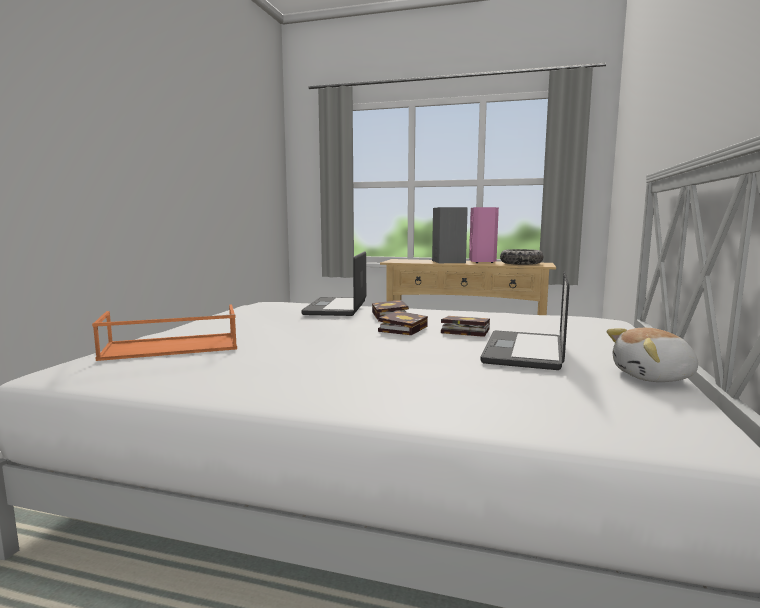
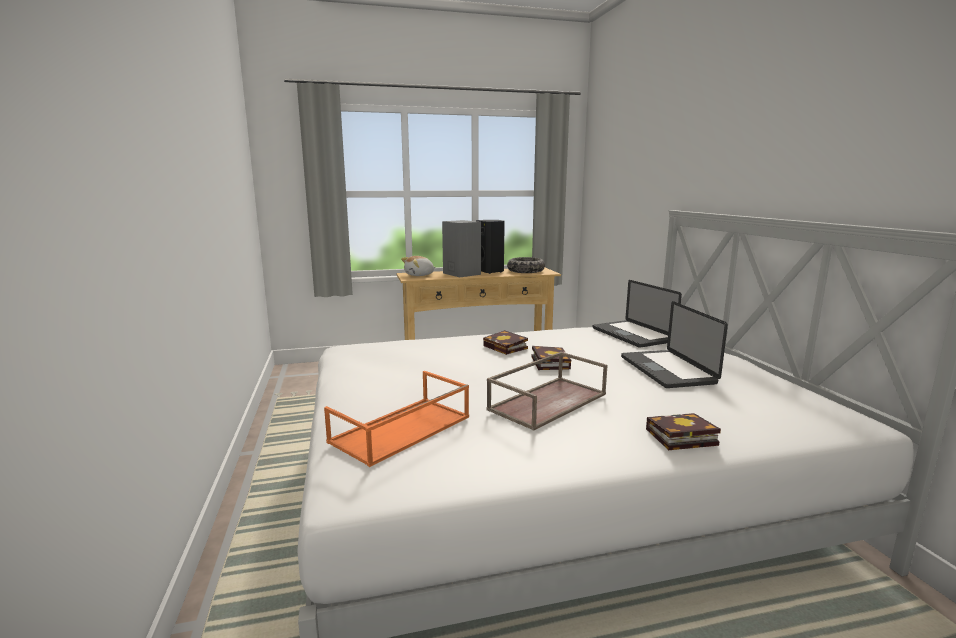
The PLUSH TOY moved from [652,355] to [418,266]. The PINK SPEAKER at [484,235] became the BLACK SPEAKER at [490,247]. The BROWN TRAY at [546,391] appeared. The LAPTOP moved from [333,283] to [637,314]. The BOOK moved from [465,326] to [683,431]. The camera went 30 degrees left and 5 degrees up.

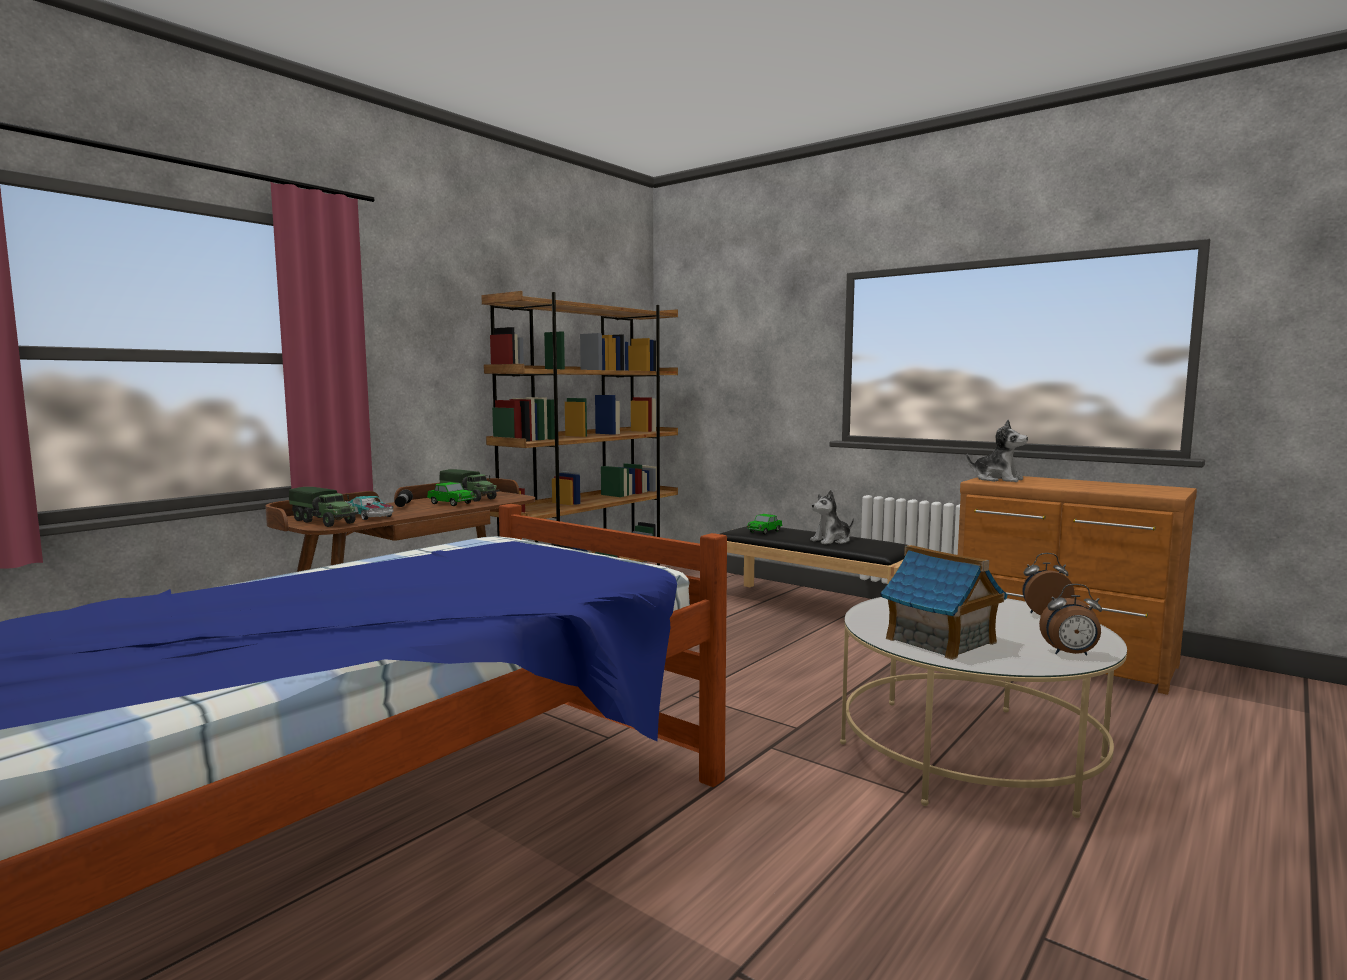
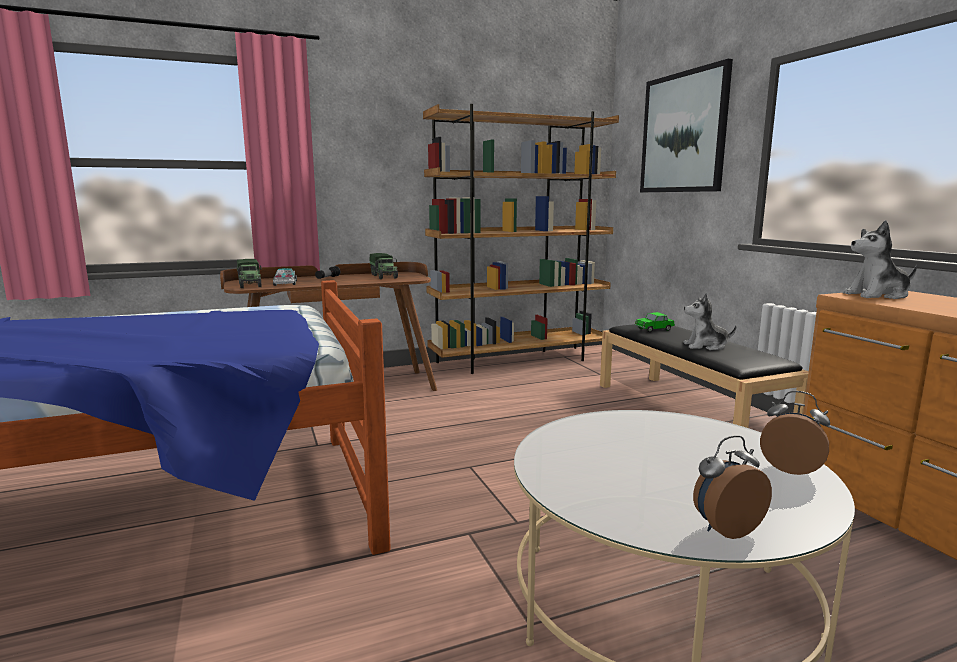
The PICTURE at [686,125] appeared. The ALARM CLOCK at [1070,620] turned 120 degrees clockwise. The PLUSH TOY at [997,450] turned 105 degrees clockwise. The TOY CAR at [451,494] disappeared. The TOY HOUSE at [944,602] disappeared. The camera went 30 degrees right and 5 degrees up.

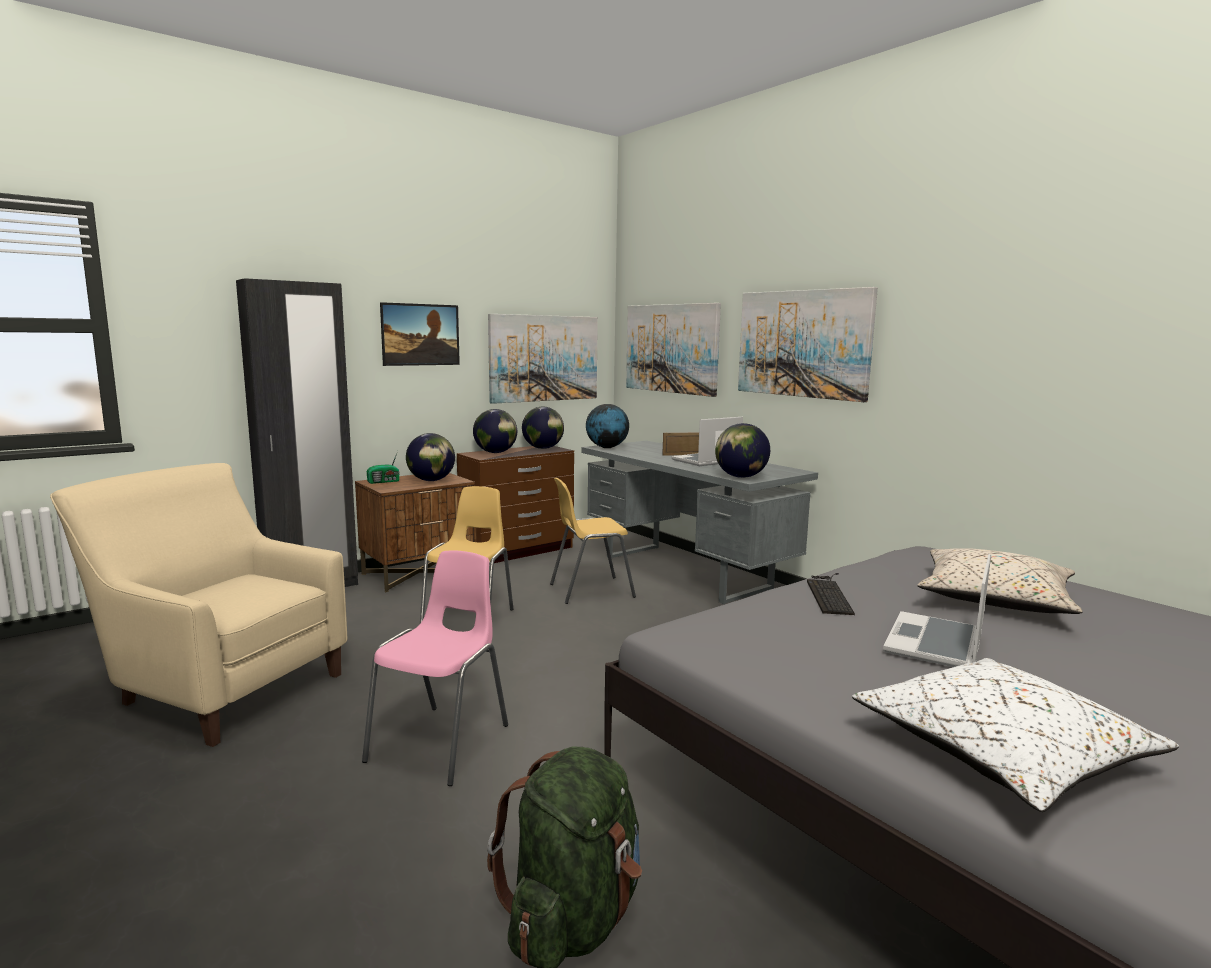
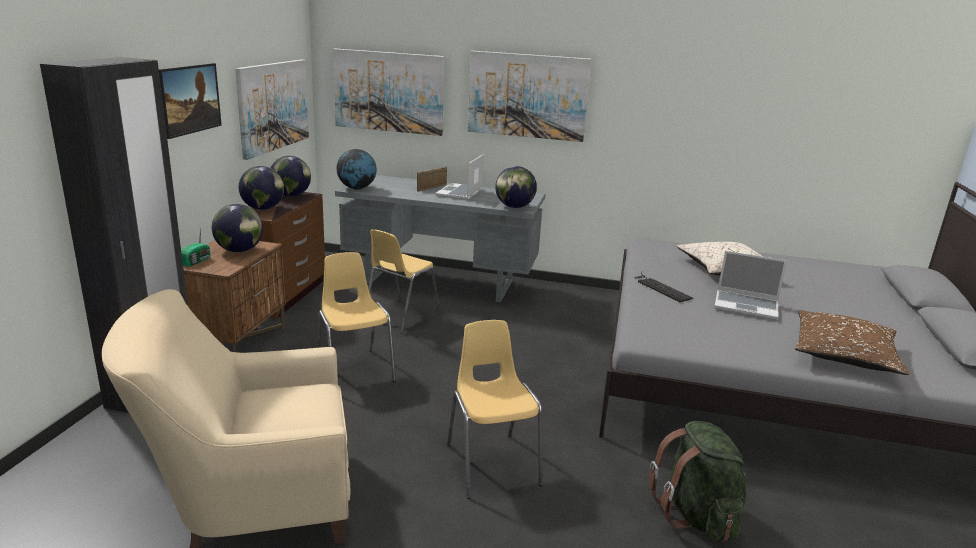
The PINK CHAIR at [435,668] became the YELLOW CHAIR at [495,409]. The LAPTOP at [937,610] turned 60 degrees counterclockwise. The WHITE PILLOW at [1015,735] became the BROWN PILLOW at [852,342]. The camera went 40 degrees left and 10 degrees up.

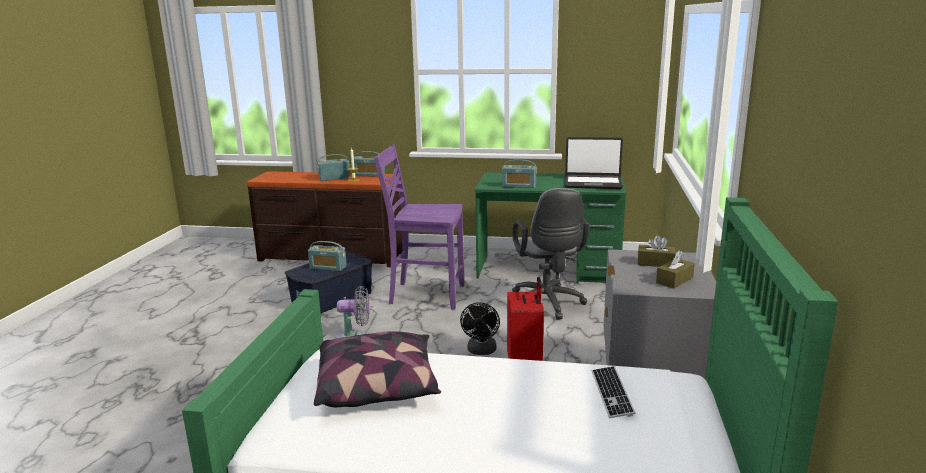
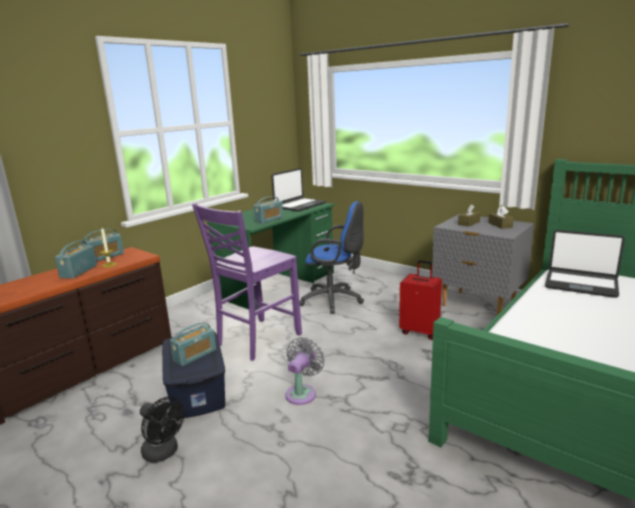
The BLACK FAN moved from [480,328] to [162,430]. The GREY OFFICE CHAIR at [550,254] became the BLUE OFFICE CHAIR at [332,257]. The KEYBOARD at [614,392] was replaced by the LAPTOP at [585,264]. The PILLOW at [377,369] disappeared. The camera went 60 degrees left and 0 degrees up.

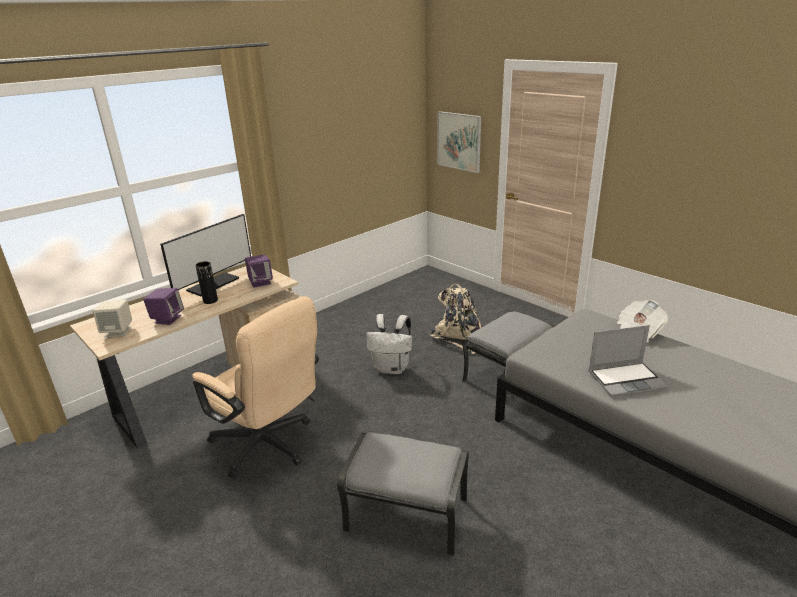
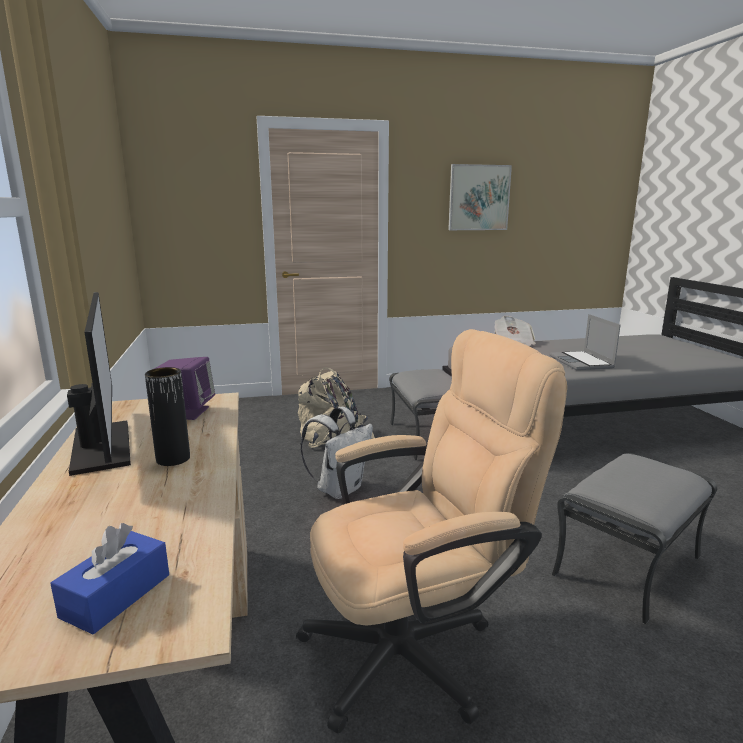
The BEIGE SPEAKER at [112,318] was replaced by the BLUE TISSUE BOX at [109,579]. The PICTURE moved from [459,142] to [480,197]. The LAPTOP at [628,361] turned 150 degrees clockwise. The PURPLE SPEAKER at [163,306] disappeared. The camera went 60 degrees left and 10 degrees down.

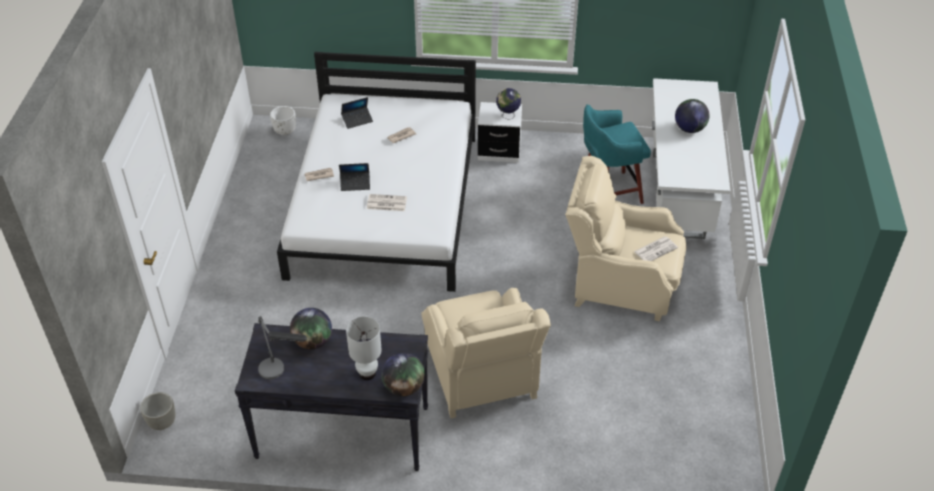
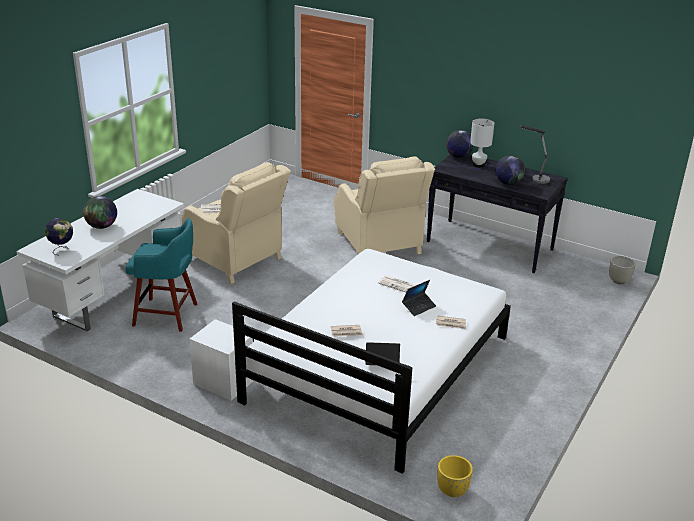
The GLOBE moved from [508,104] to [59,236]. The BEIGE ARMCHAIR at [486,353] turned 150 degrees clockwise. The LAPTOP at [354,177] turned 120 degrees clockwise. The WHITE PLANTER at [283,121] became the YELLOW PLANTER at [455,476]. The camera went 155 degrees left and 15 degrees down.

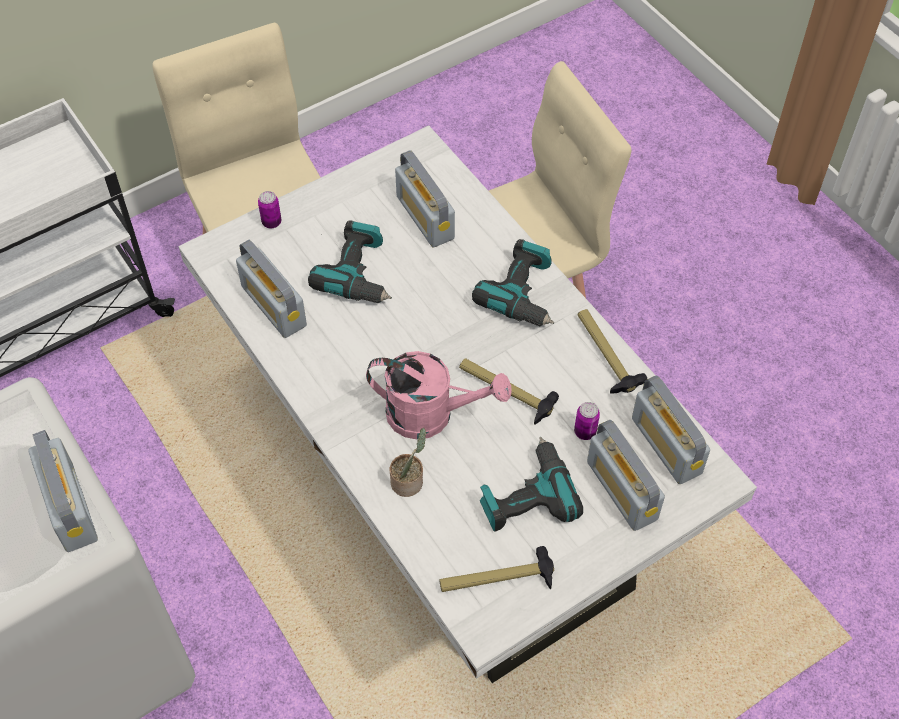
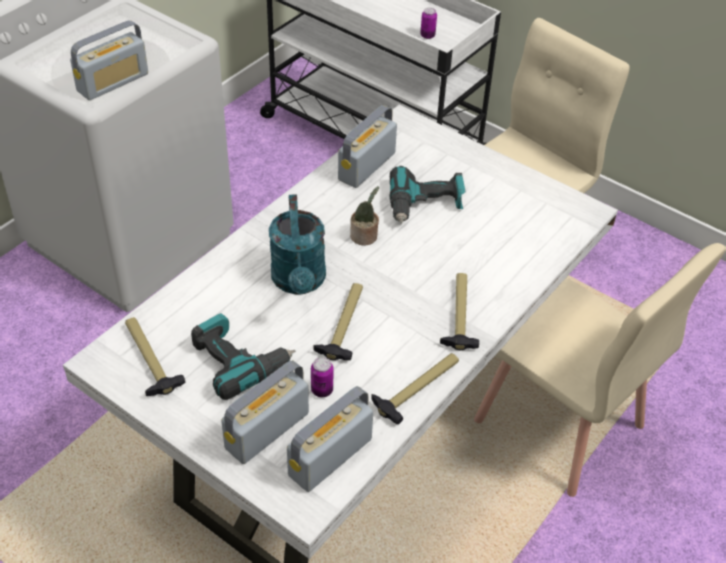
The PINK WATERING CAN at [438,395] became the TURQUOISE WATERING CAN at [297,244]. The POTTED PLANT moved from [408,462] to [364,216]. The CAN moved from [270,209] to [428,23]. The POWER DRILL at [513,283] was replaced by the HAMMER at [459,311]. The RADIO at [425,199] disappeared. The camera went 70 degrees right and 10 degrees down.

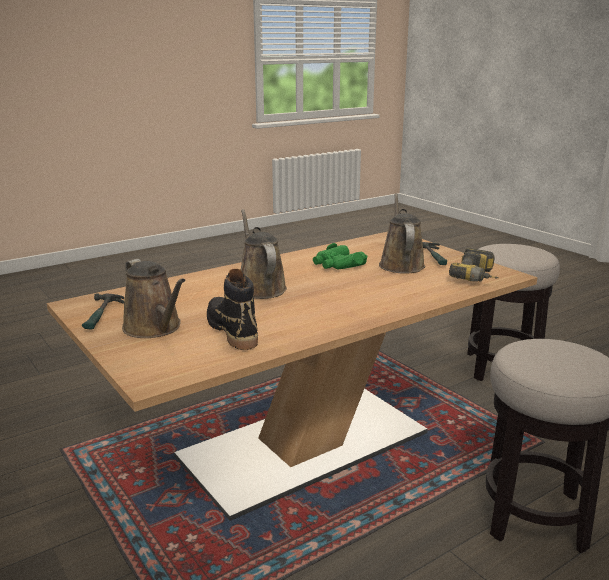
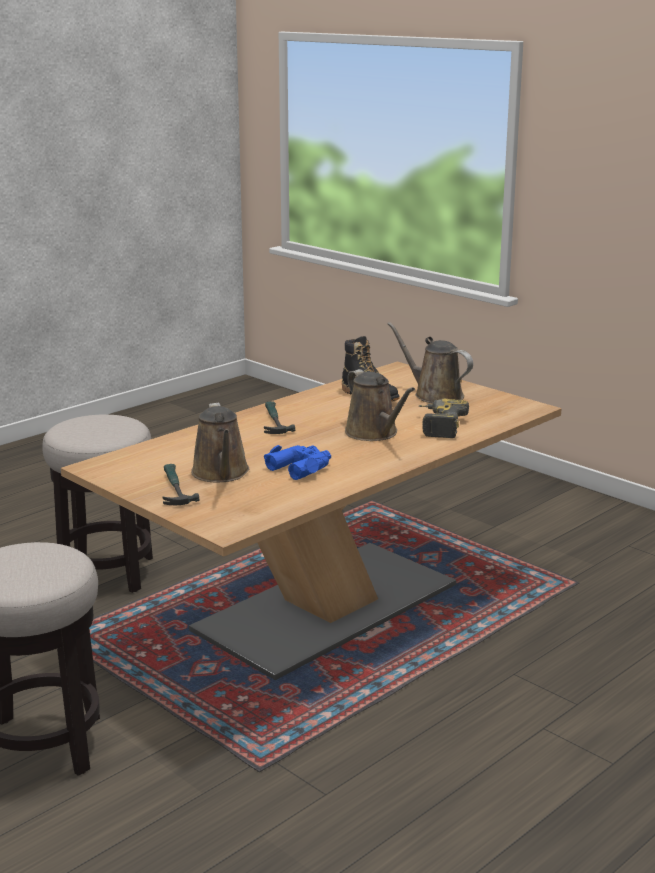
The HAMMER moved from [103,311] to [279,417]. The GREEN BINOCULARS at [340,256] became the BLUE BINOCULARS at [297,462]. The POWER DRILL moved from [473,265] to [444,418]. The camera went 170 degrees right and 0 degrees up.

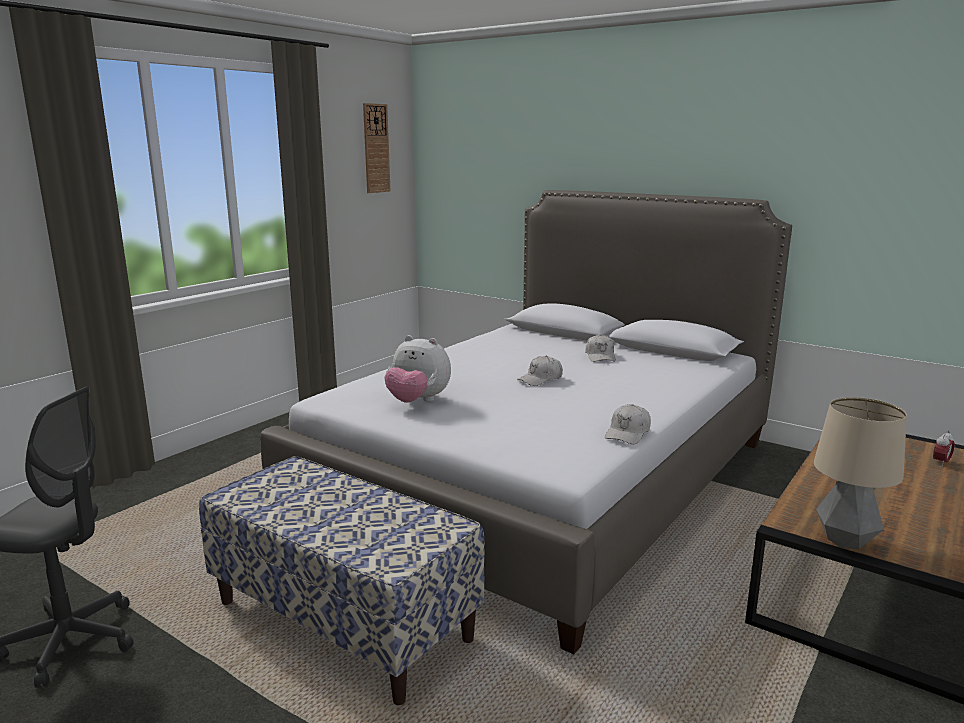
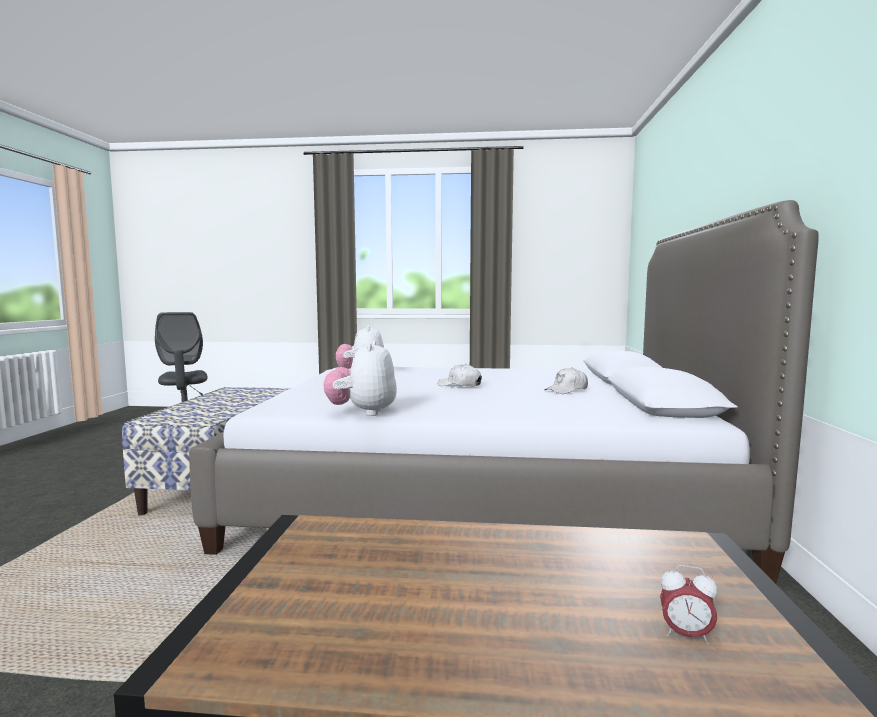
The WHITE CAP at [628,424] was replaced by the PLUSH TOY at [360,378]. The WALL CLOCK at [376,148] disappeared. The TABLE LAMP at [860,473] disappeared. The camera went 60 degrees right and 10 degrees down.

